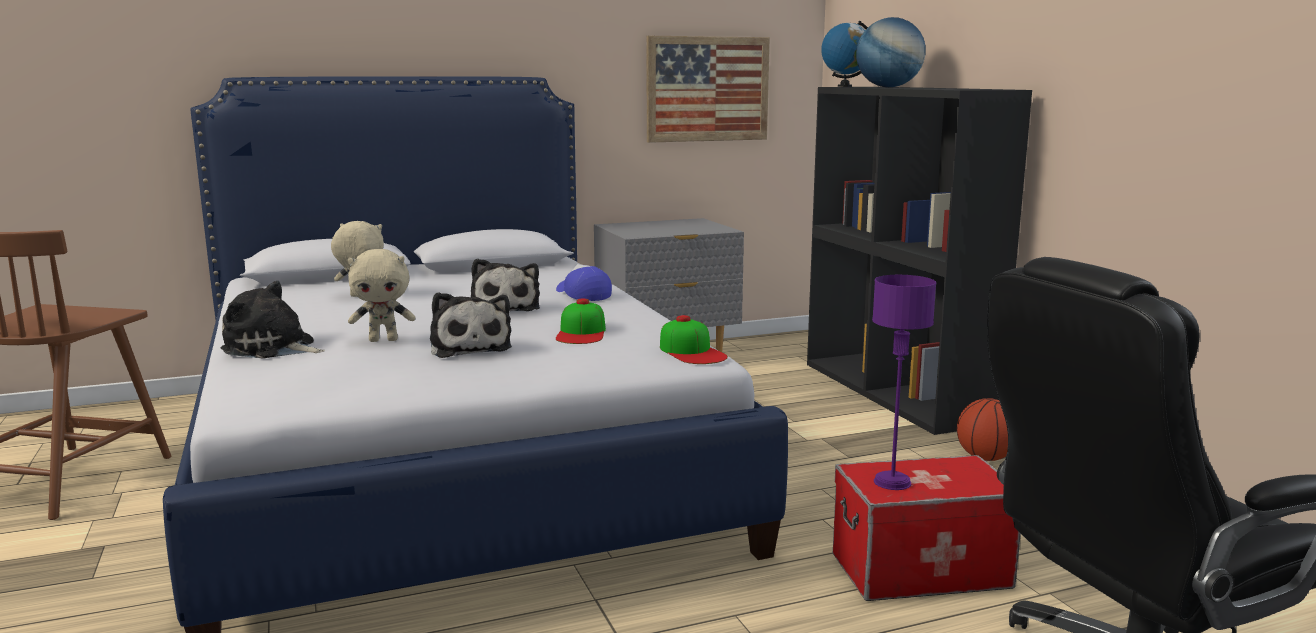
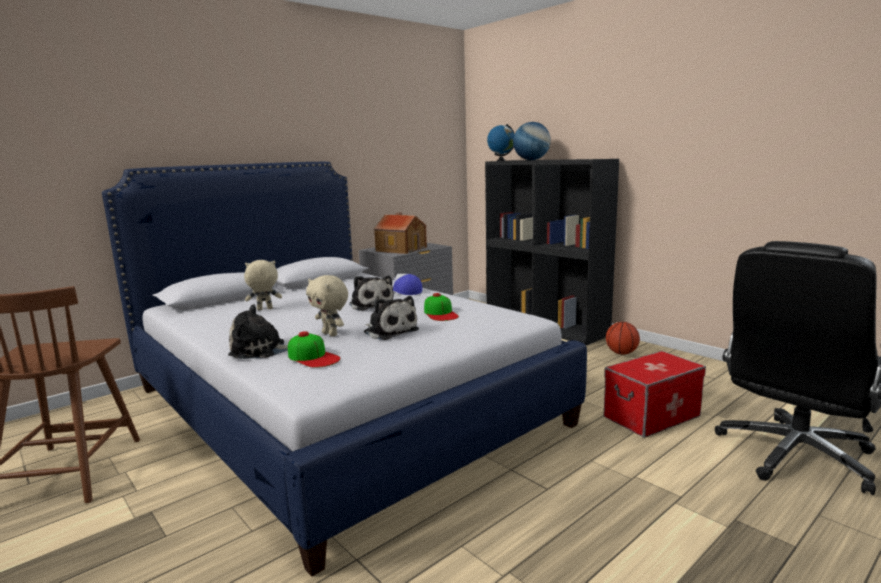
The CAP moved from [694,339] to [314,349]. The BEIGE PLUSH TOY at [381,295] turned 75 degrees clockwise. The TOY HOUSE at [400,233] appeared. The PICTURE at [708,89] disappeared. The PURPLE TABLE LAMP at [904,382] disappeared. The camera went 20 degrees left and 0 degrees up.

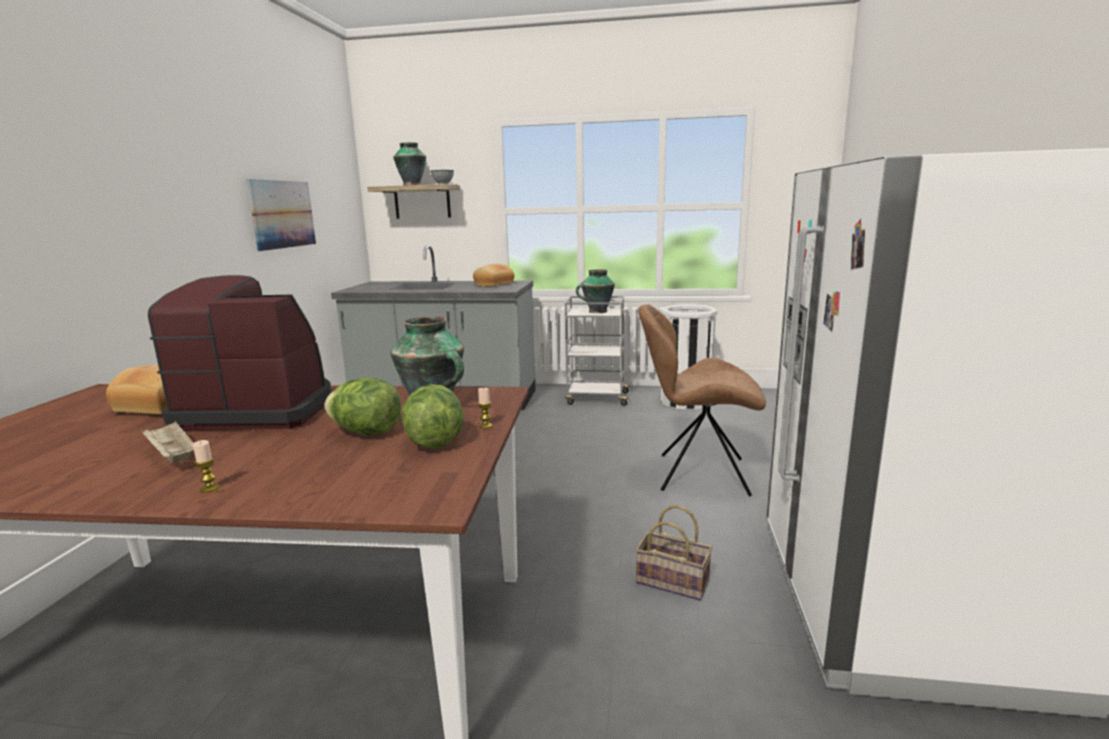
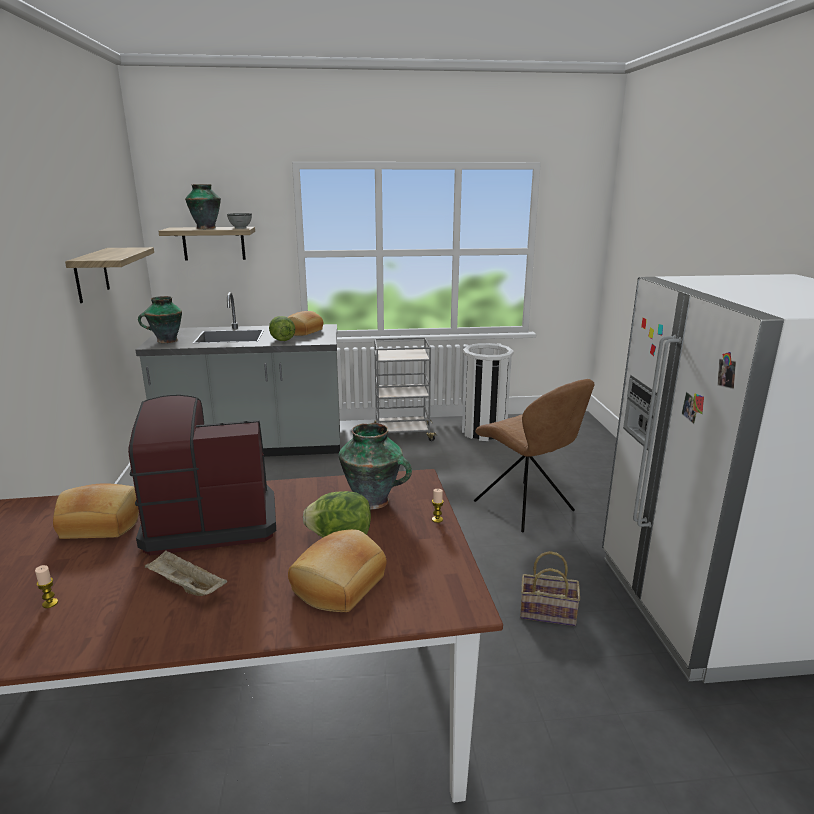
The CANDLE moved from [206,466] to [46,586]. The PICTURE at [281,215] was replaced by the SHELF at [109,275]. The VASE moved from [595,291] to [160,319]. The LETTUCE moved from [432,416] to [282,328]. The BREAD at [337,570] appeared. The BROWN CHAIR at [702,400] turned 120 degrees counterclockwise. The camera went 15 degrees left and 5 degrees up.

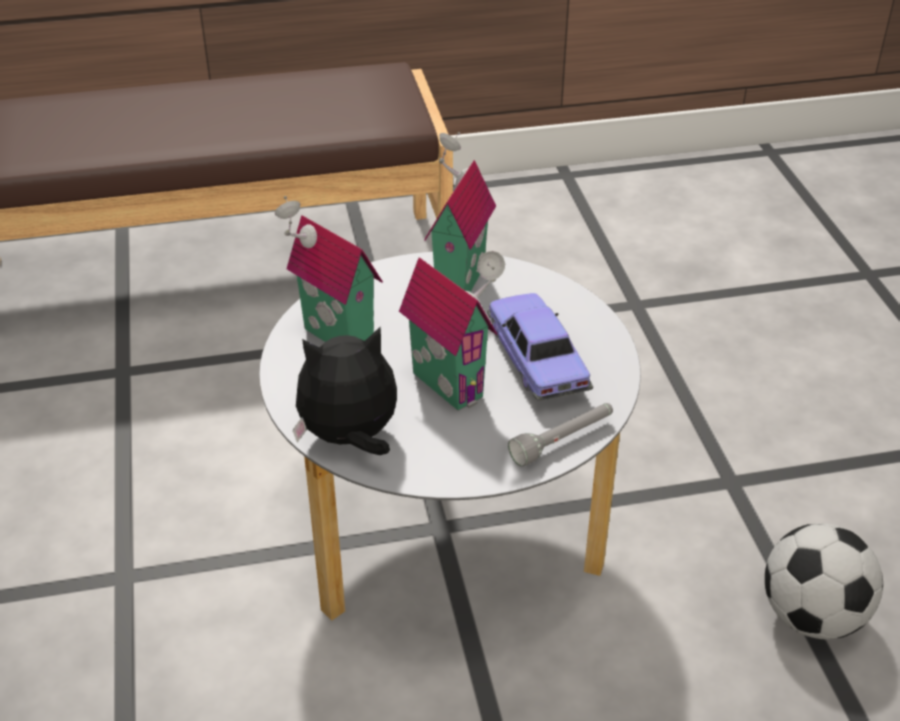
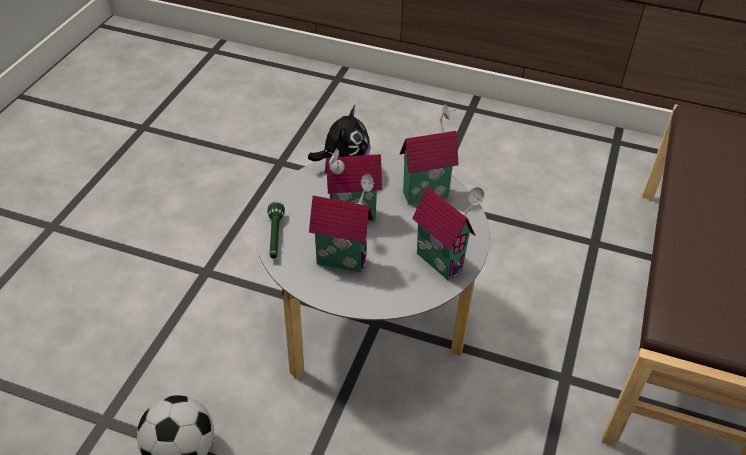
The GREY FLASHLIGHT at [560,435] became the GREEN FLASHLIGHT at [276,230]. The TOY CAR at [540,347] was replaced by the TOY HOUSE at [341,223]. The camera went 120 degrees right and 5 degrees up.

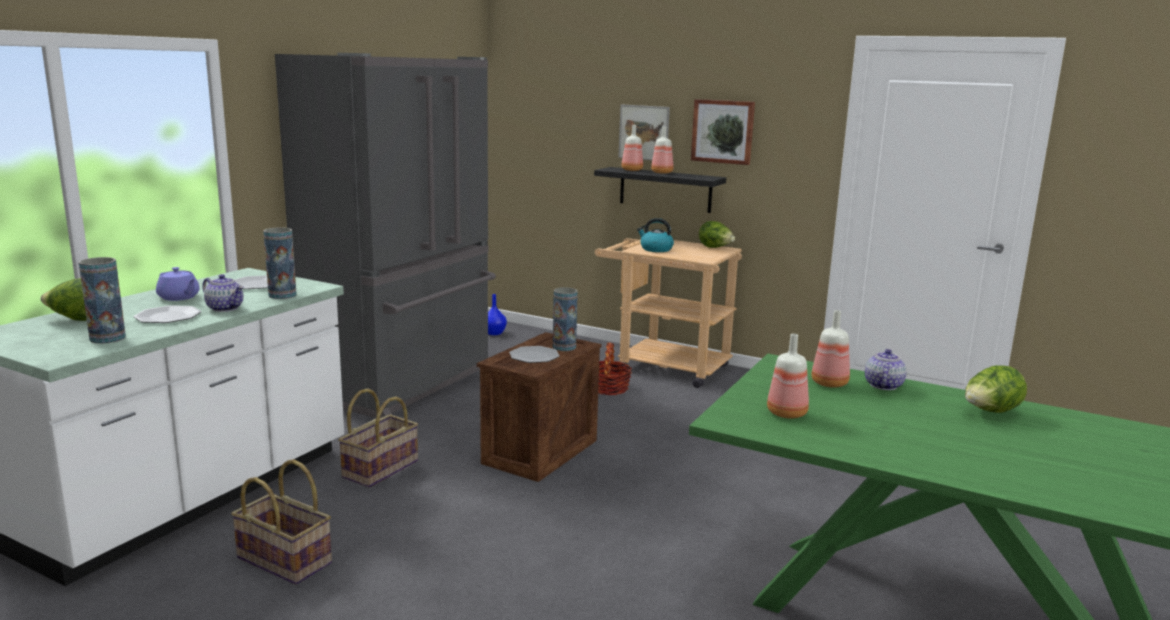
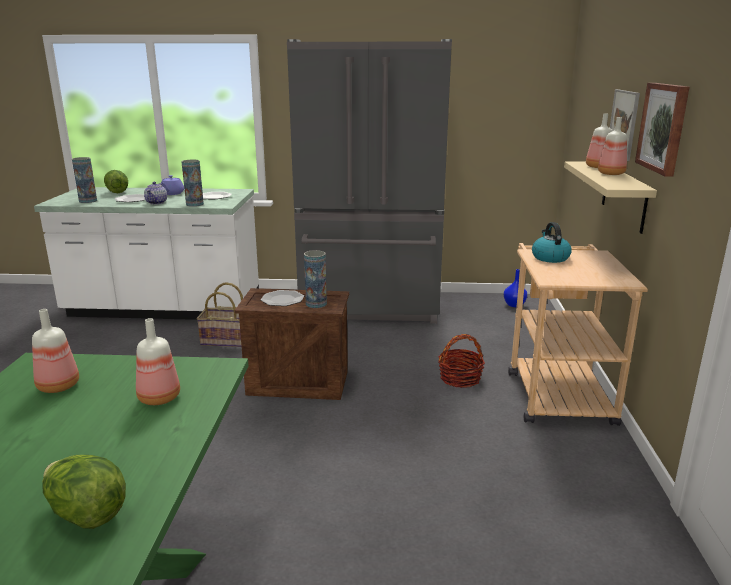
The BLACK SHELF at [660,190] became the BEIGE SHELF at [610,197]. The BASKET at [281,522] disappeared. The LETTUCE at [717,234] disappeared. The TEAPOT at [886,369] disappeared. The camera went 65 degrees right and 5 degrees up.

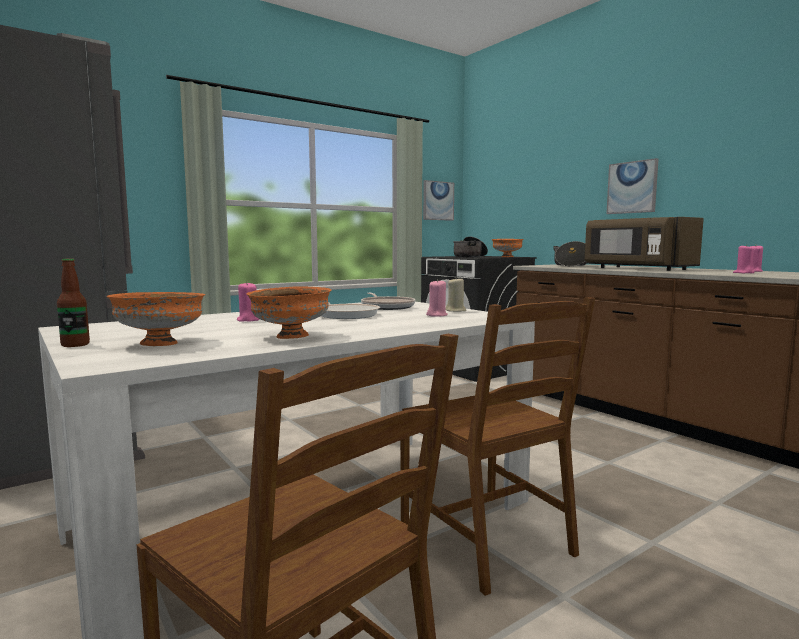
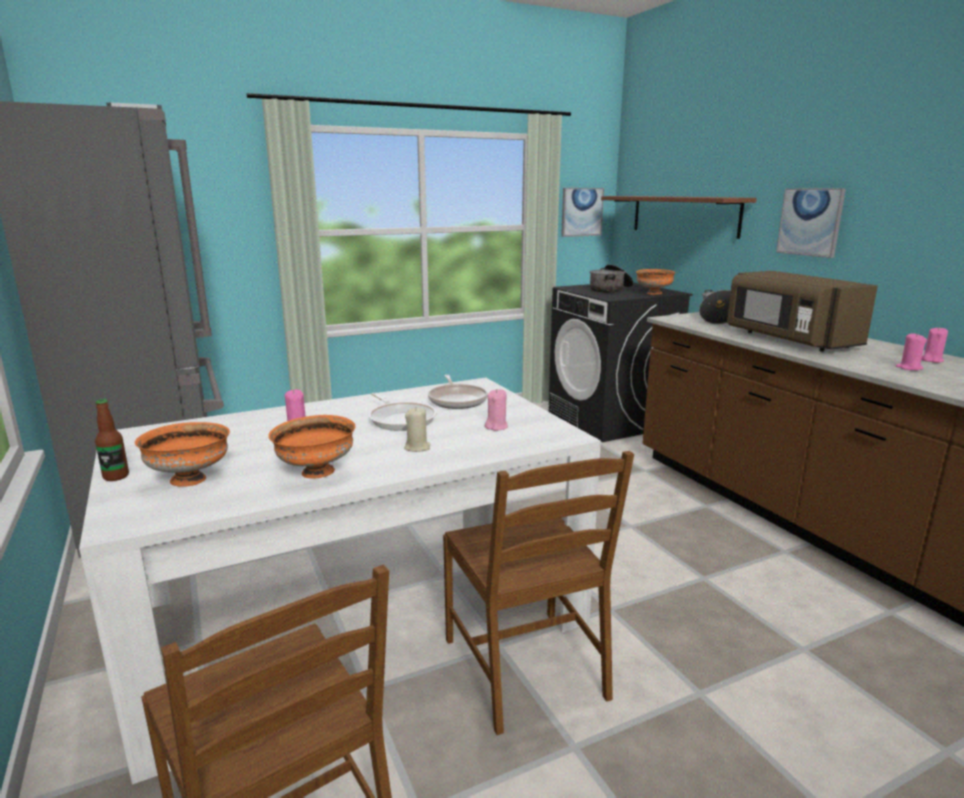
The BEIGE CANDLE moved from [456,294] to [417,430]. The SHELF at [679,217] appeared. The camera went 10 degrees right and 10 degrees up.

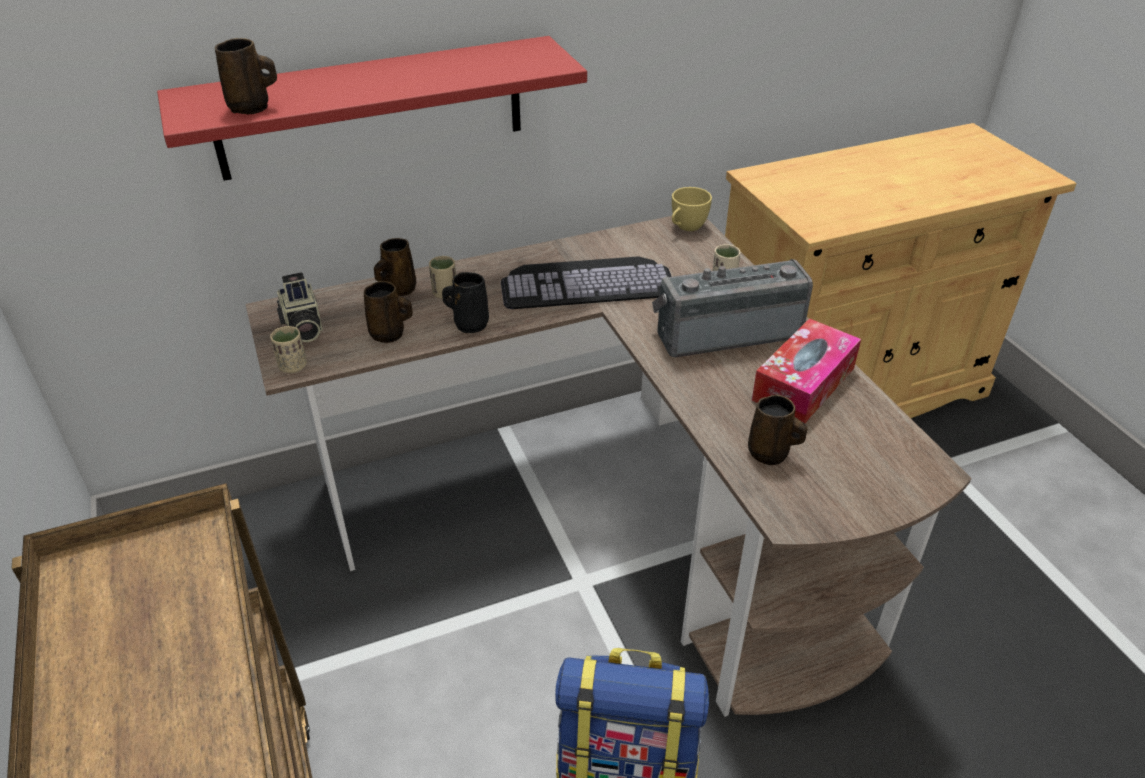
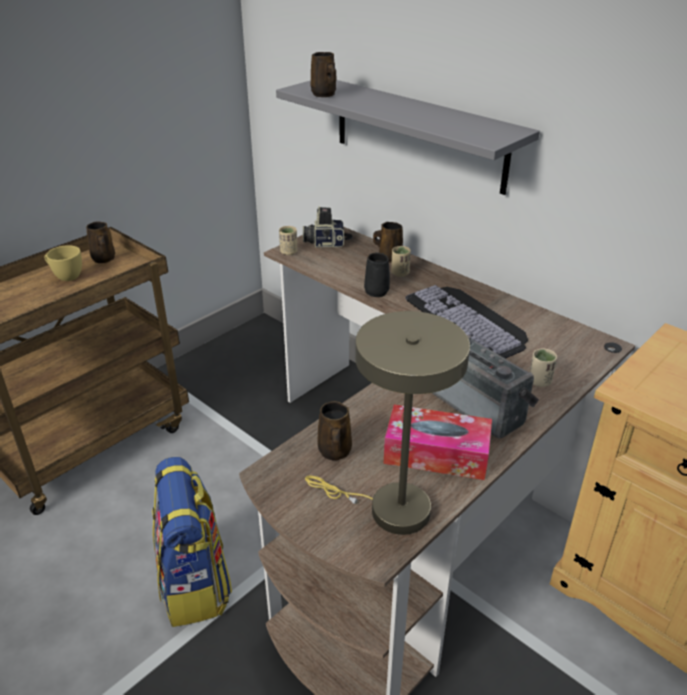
The YELLOW CUP moved from [692,209] to [63,263]. The BROWN MUG moved from [388,312] to [100,242]. The RED SHELF at [372,108] became the GREY SHELF at [408,137]. The PHOTO CAMERA at [300,307] turned 45 degrees clockwise. The BEIGE TABLE LAMP at [387,423] appeared. The camera went 65 degrees right and 5 degrees down.

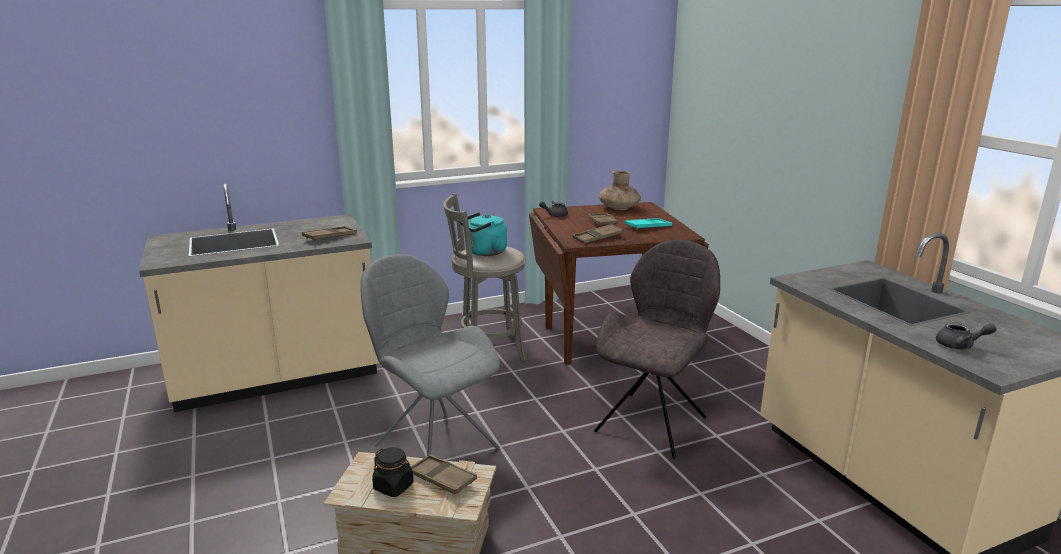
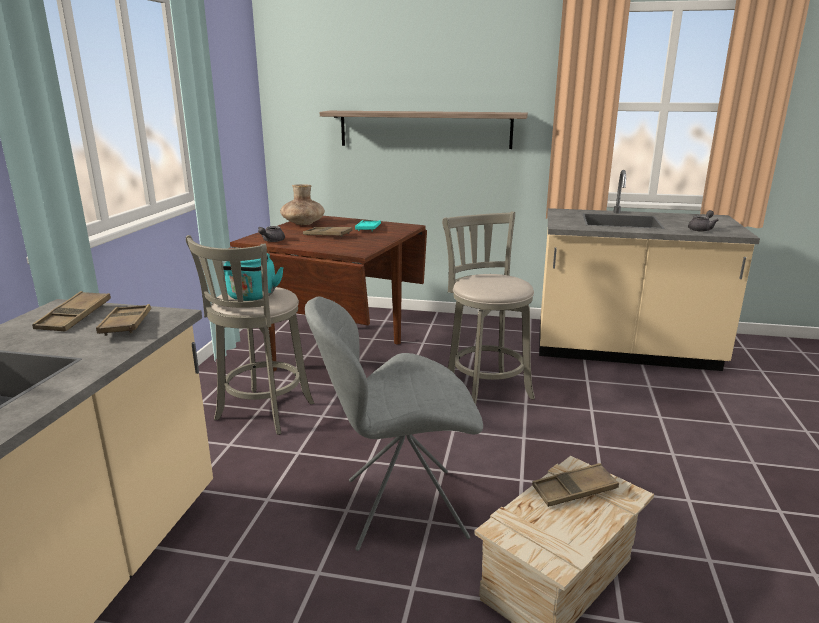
The BROWN TRAY moved from [598,234] to [71,311]. The SHELF at [424,130] appeared. The GREY CHAIR at [657,349] was replaced by the GREY STOOL at [488,308]. The BLACK JAR at [393,472] disappeared. The camera went 55 degrees left and 0 degrees up.

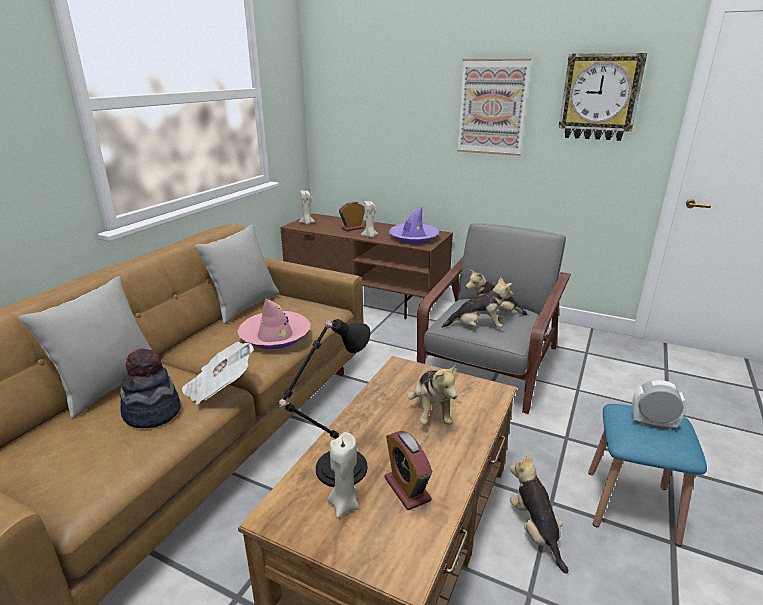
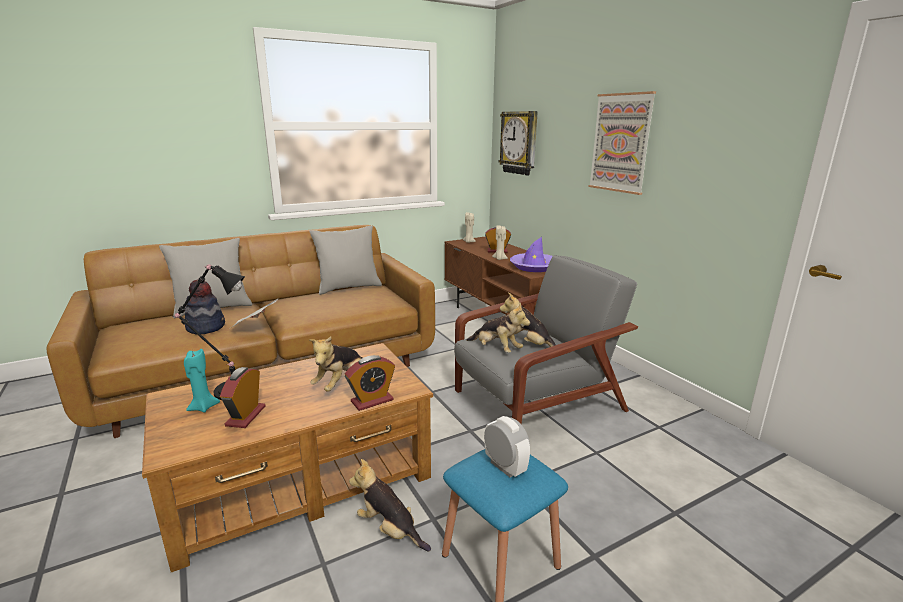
The BEIGE CANDLE at [343,475] became the TURQUOISE CANDLE at [202,381]. The ALARM CLOCK at [370,383] appeared. The PLUSH TOY at [539,513] turned 75 degrees counterclockwise. The WALL CLOCK moved from [603,97] to [518,143]. The PINK HAT at [274,324] disappeared. The camera went 35 degrees right and 5 degrees down.

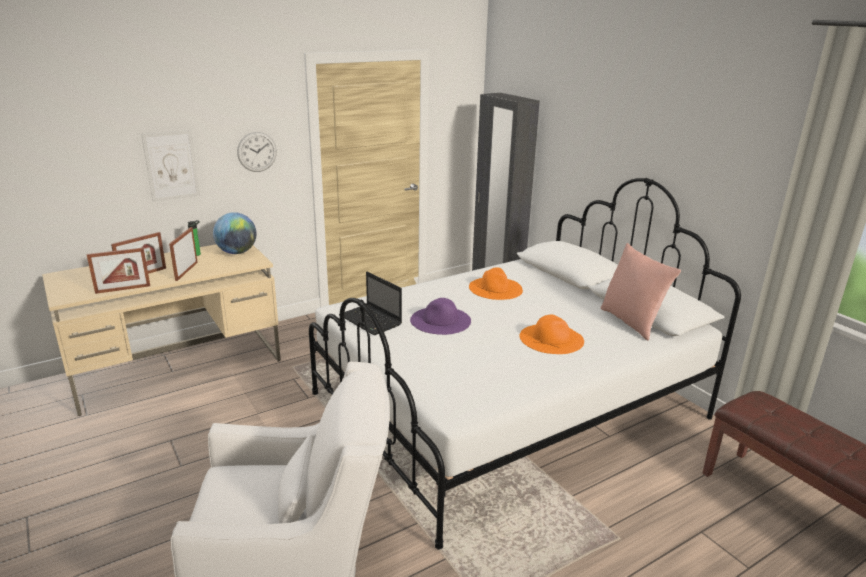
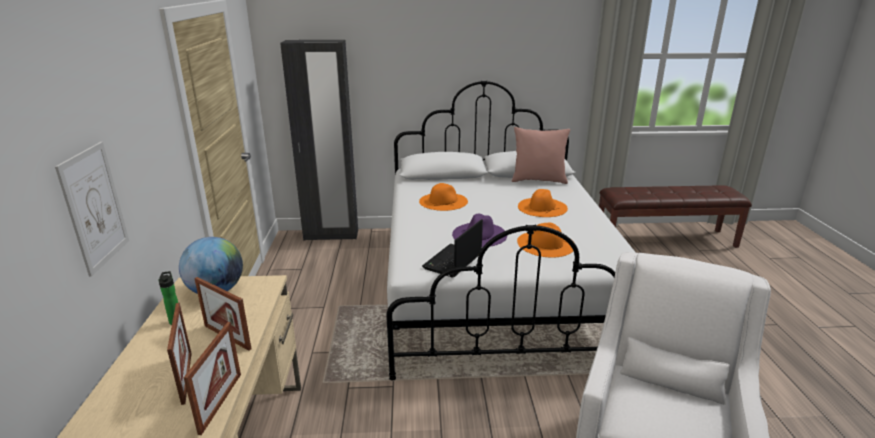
The LAPTOP at [370,303] turned 135 degrees clockwise. The ORANGE HAT at [545,240] appeared. The WALL CLOCK at [257,152] disappeared. The camera went 60 degrees left and 0 degrees up.

